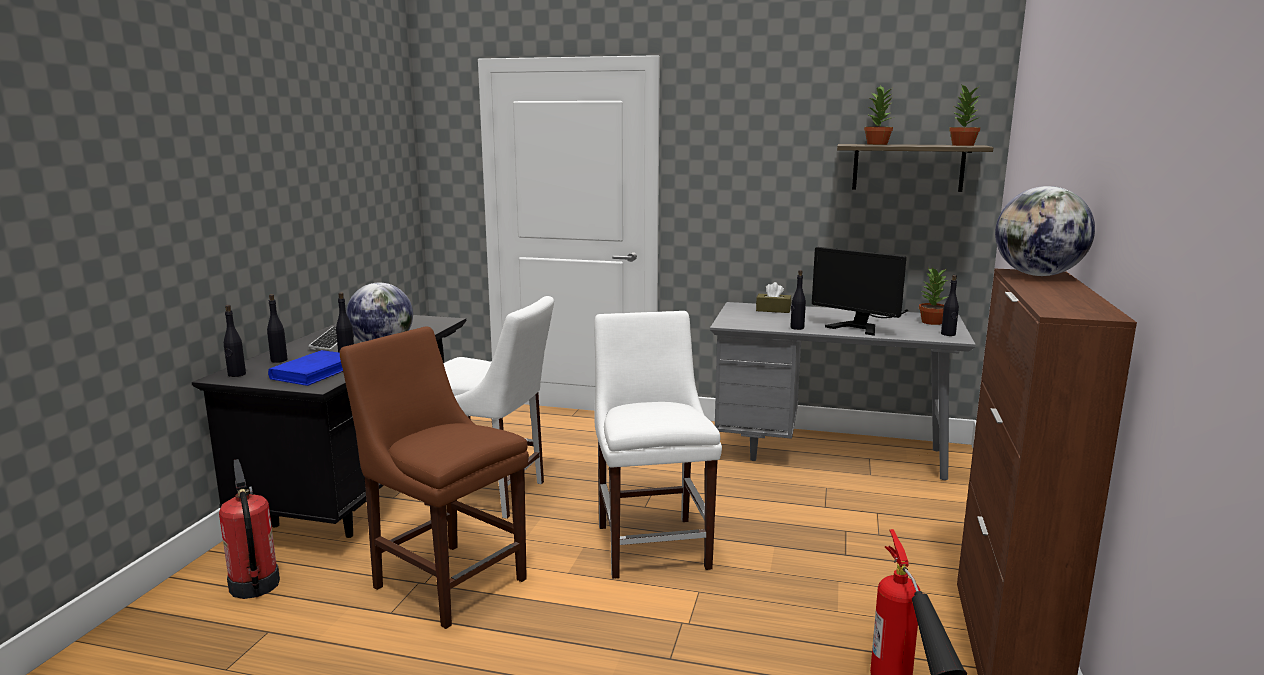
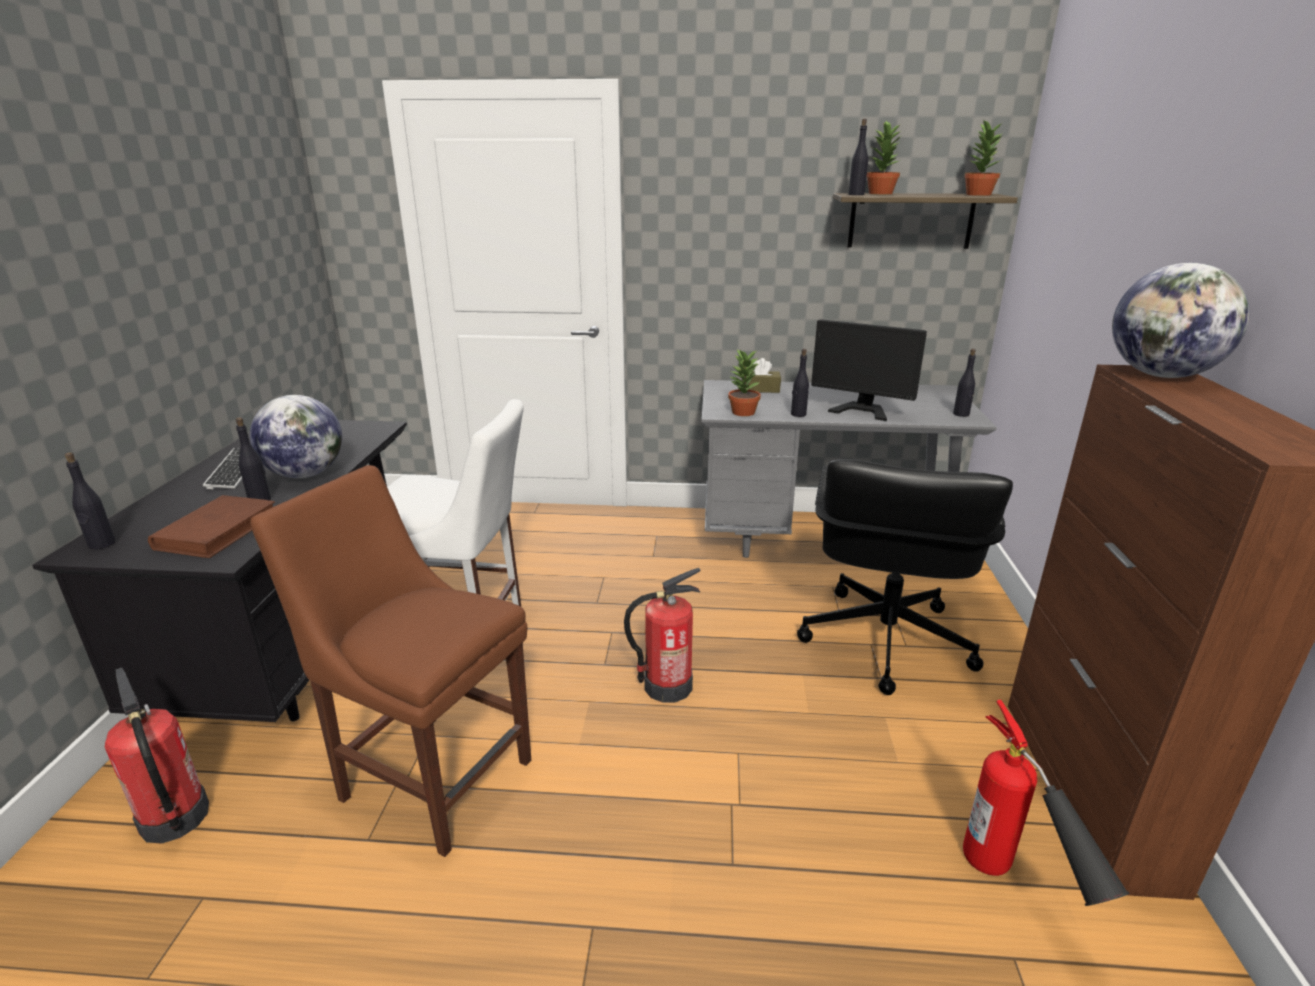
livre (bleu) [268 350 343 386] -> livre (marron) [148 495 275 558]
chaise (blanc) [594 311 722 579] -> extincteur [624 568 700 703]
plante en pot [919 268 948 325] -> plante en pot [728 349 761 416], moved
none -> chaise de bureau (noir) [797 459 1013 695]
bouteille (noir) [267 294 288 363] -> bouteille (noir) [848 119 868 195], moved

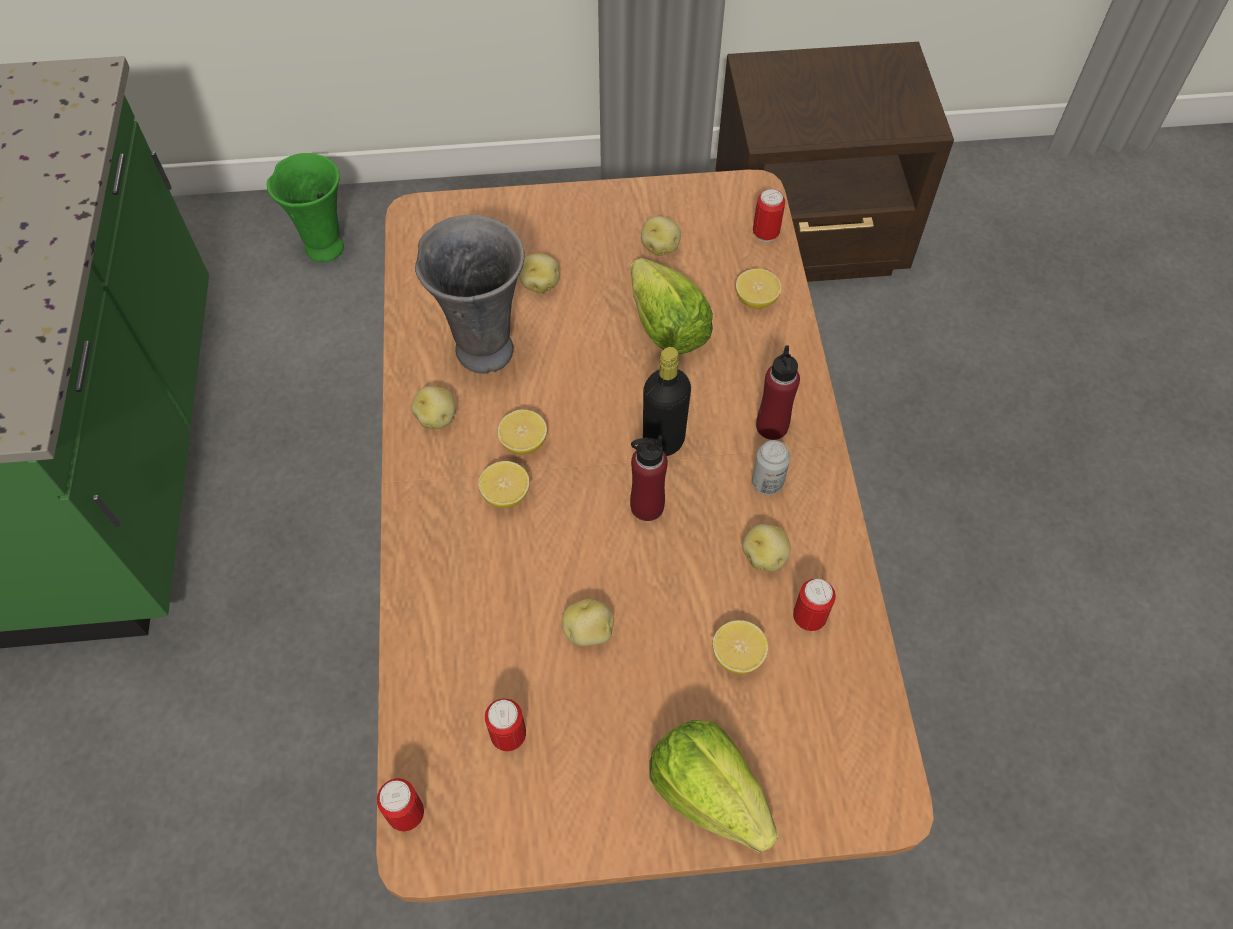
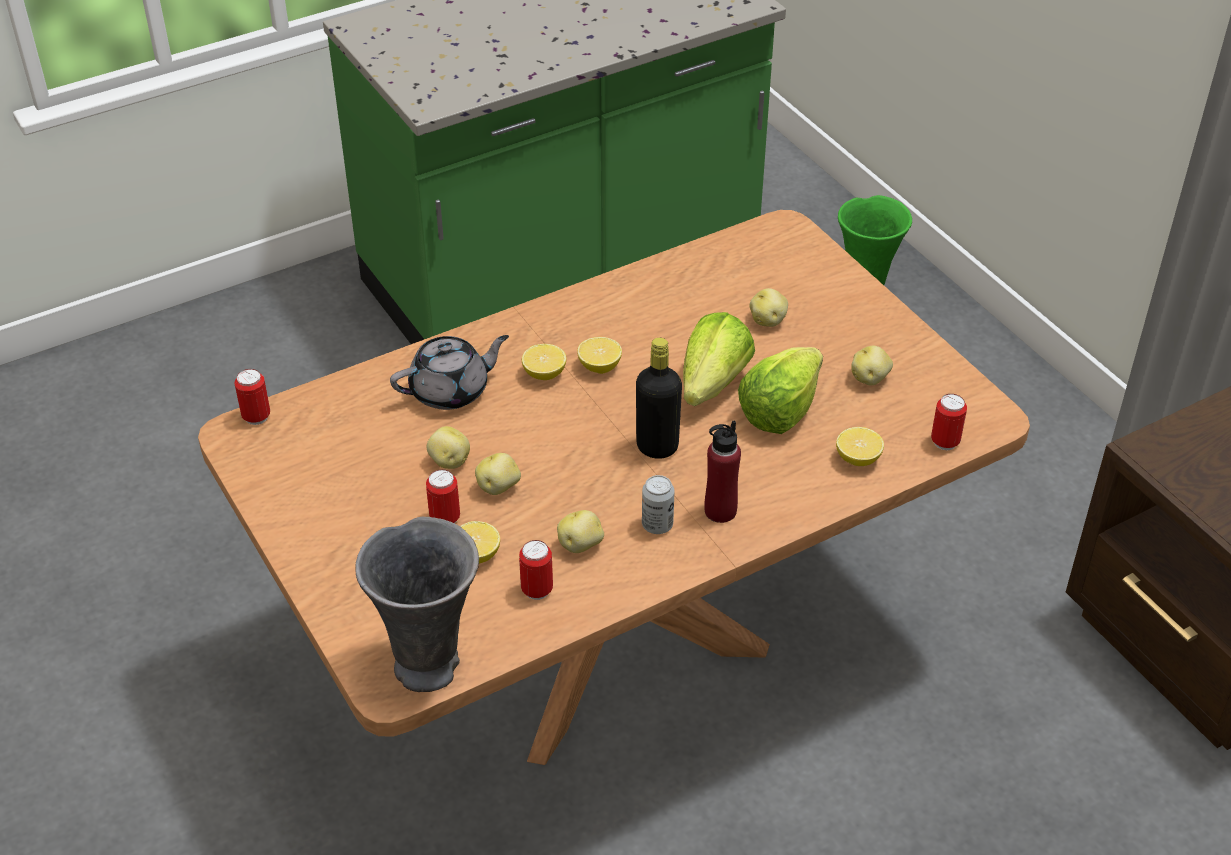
vase (gris) [415 214 525 374] -> vase (gris) [356 517 479 692], moved
none -> théière (gris) [390 335 509 410]
boîte métallique [485 698 526 751] -> boîte métallique [426 469 460 523], moved
pomme de terre [411 386 455 429] -> pomme de terre [475 453 521 495], moved
laitue [649 720 778 853] -> laitue [683 312 755 406], moved
bouteille (rouge) [630 435 668 521] -> none

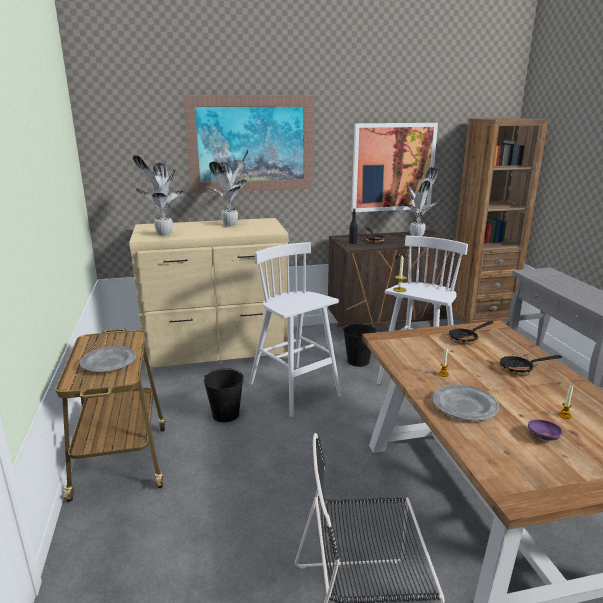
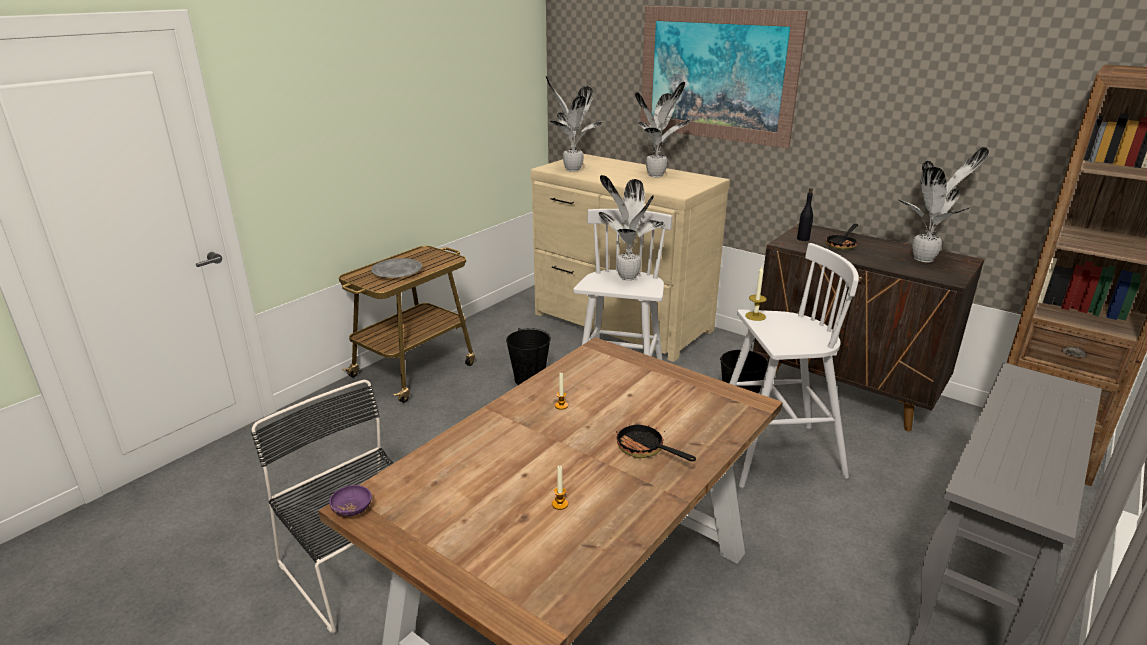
bol (violet) [528 419 563 440] -> bol (violet) [329 485 372 516], moved
none -> plante en pot [598 175 664 280]
tableau [351 123 438 212] -> none
assiette (gris) [432 384 499 421] -> none
poêle [449 321 494 345] -> none

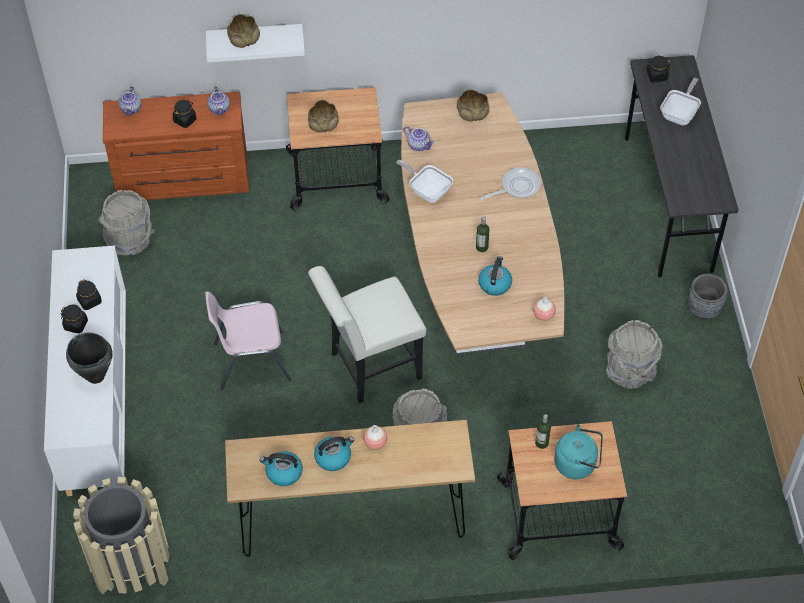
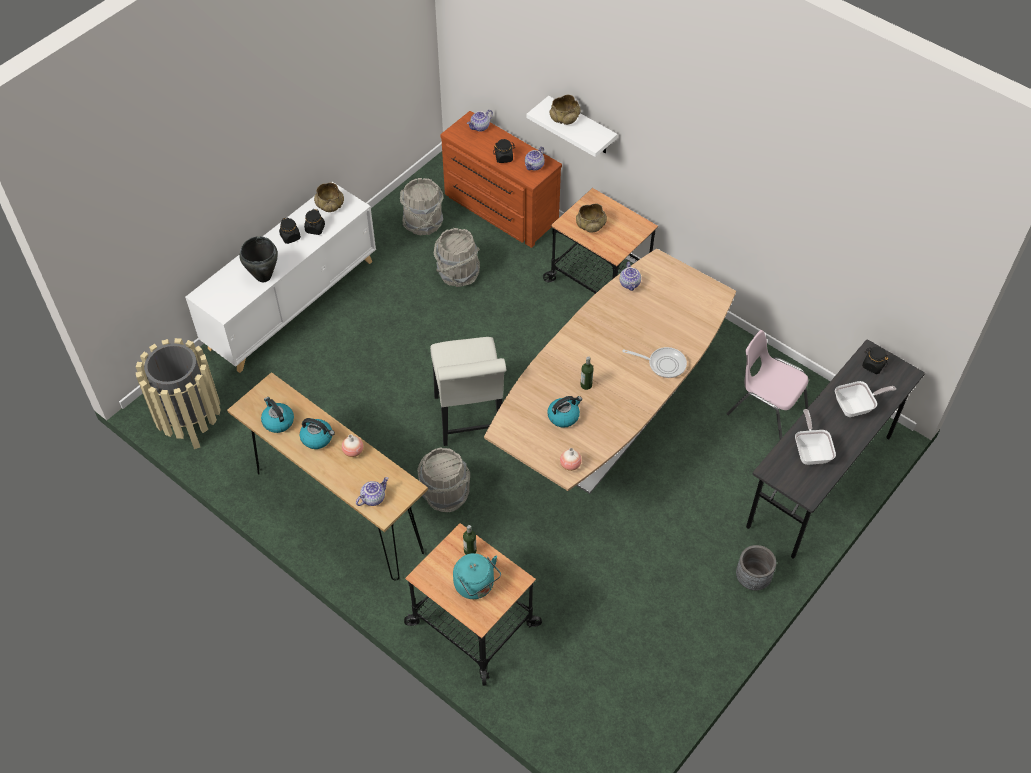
bol (beige) [457 89 490 122] -> bol (beige) [314 182 344 212], moved
none -> théière [356 477 389 506]
chaise (blanc) [308 266 426 403] -> chaise (blanc) [430 337 506 446], 120 degrees counterclockwise
seau (gris) [606 320 663 389] -> seau (gris) [434 228 480 287], moved
chaise (rose) [205 291 292 390] -> chaise (rose) [726 330 808 440], moved
poêle [396 160 453 203] -> poêle [795 409 836 465], moved

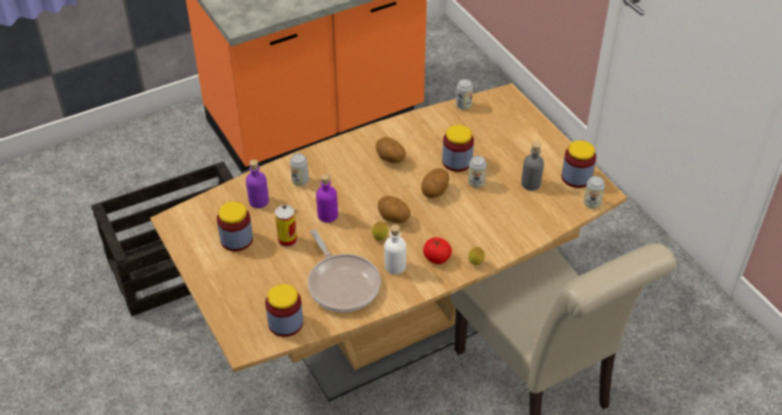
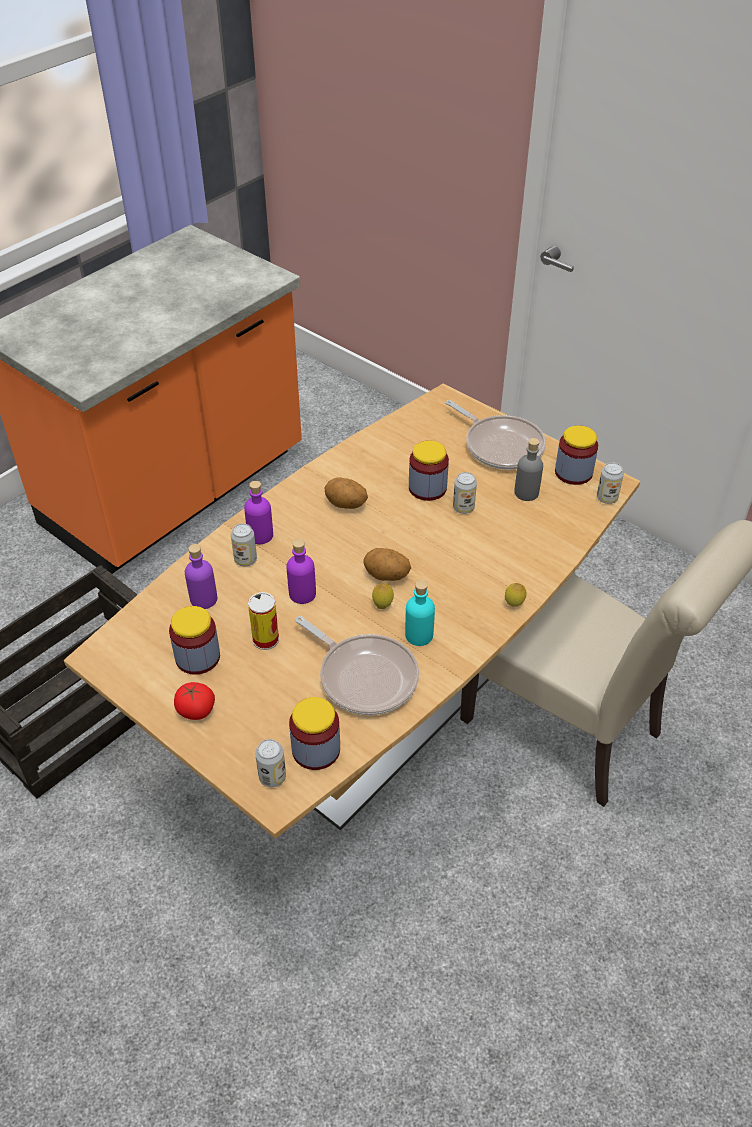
tomate [423 237 452 264] -> tomate [174 682 215 720], moved
none -> bouteille (violet) [244 481 273 544]
boîte métallique [456 79 473 110] -> boîte métallique [255 739 286 787], moved
bouteille (blanc) [384 225 406 274] -> bouteille (turquoise) [405 580 435 646]
none -> poêle [446 400 546 470]
pomme de terre [421 168 449 198] -> none

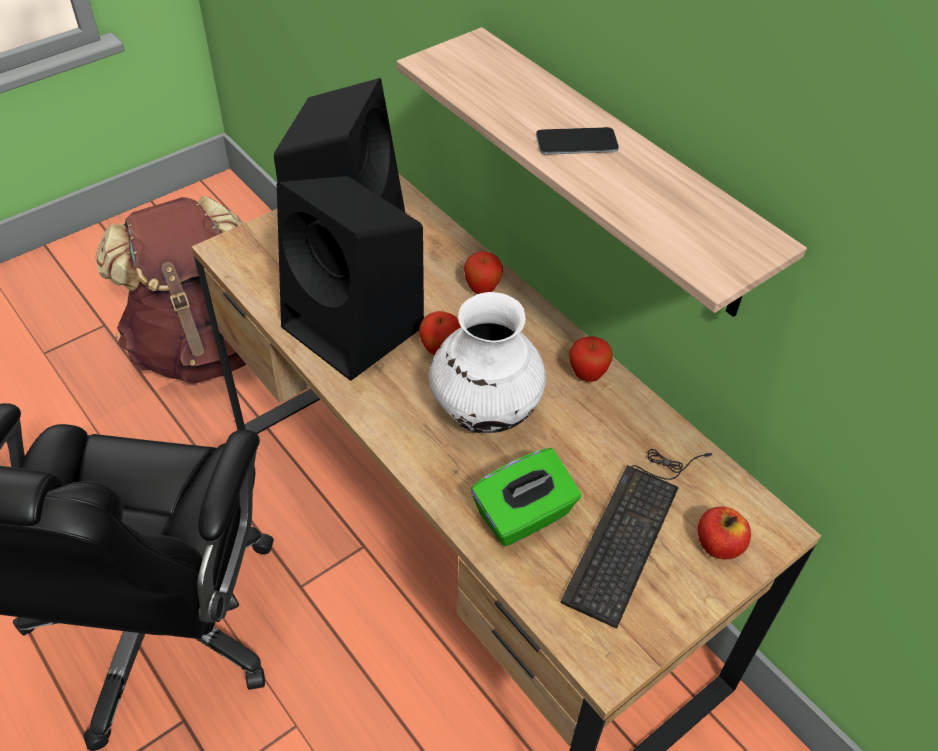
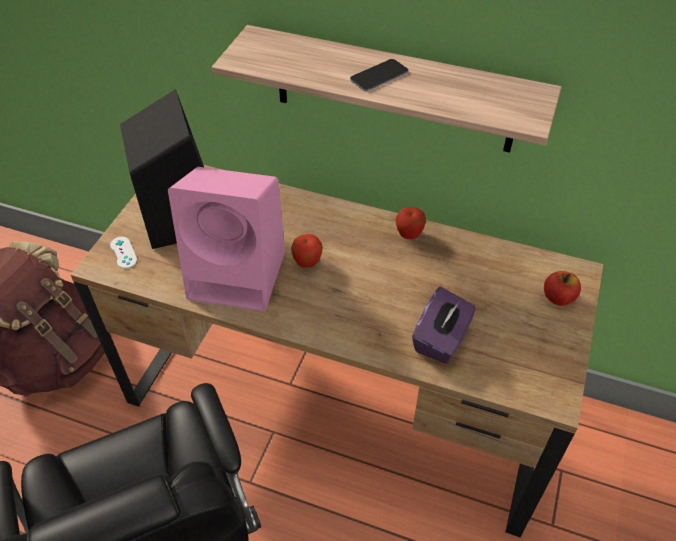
none -> manette (blanc) [110 237 137 269]
enceinte (noir) [277 176 424 381] -> enceinte (rose) [168 167 285 311]
boîte à mouchoirs (vert) [471 448 582 546] -> boîte à mouchoirs (violet) [412 287 476 364]
vase (blanc) [429 292 546 433] -> none
pomme [464 251 503 294] -> none
clavier [560 449 712 629] -> none

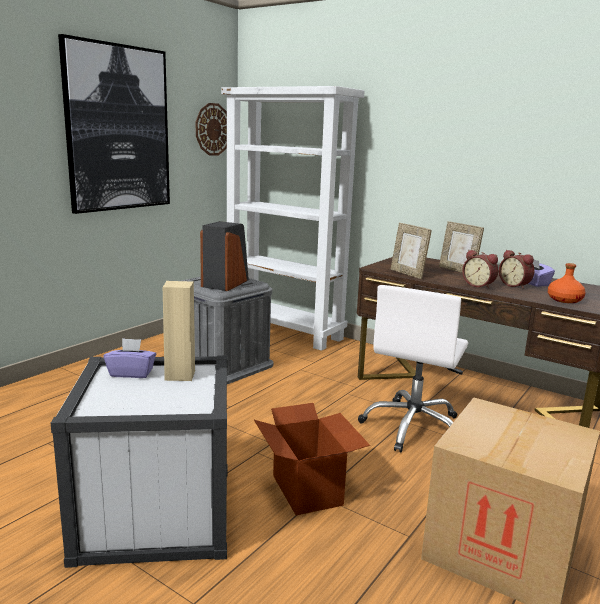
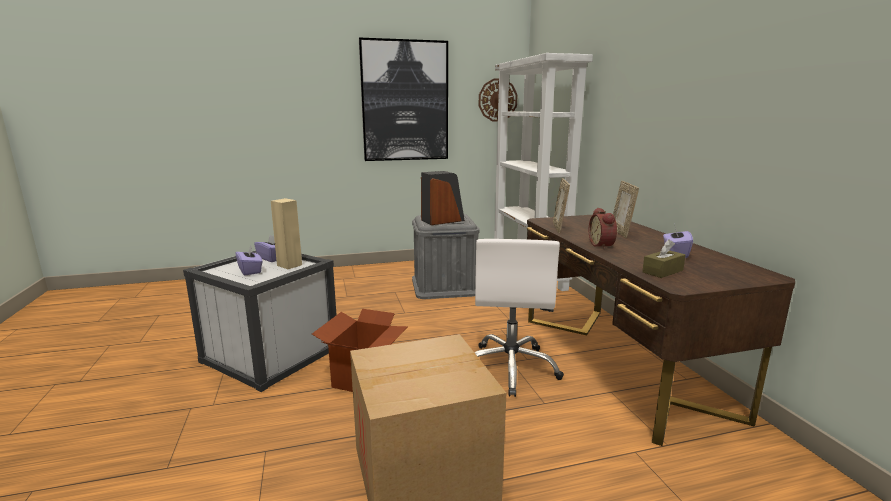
none -> boîte à mouchoirs (violet) [235 245 263 275]
chaise de bureau (blanc) [358 285 468 452] -> chaise de bureau (blanc) [474 239 564 397], 60 degrees counterclockwise
bouteille (orange) [548 263 586 303] -> boîte à mouchoirs (marron) [642 240 686 278]
réveil [499 250 534 289] -> none

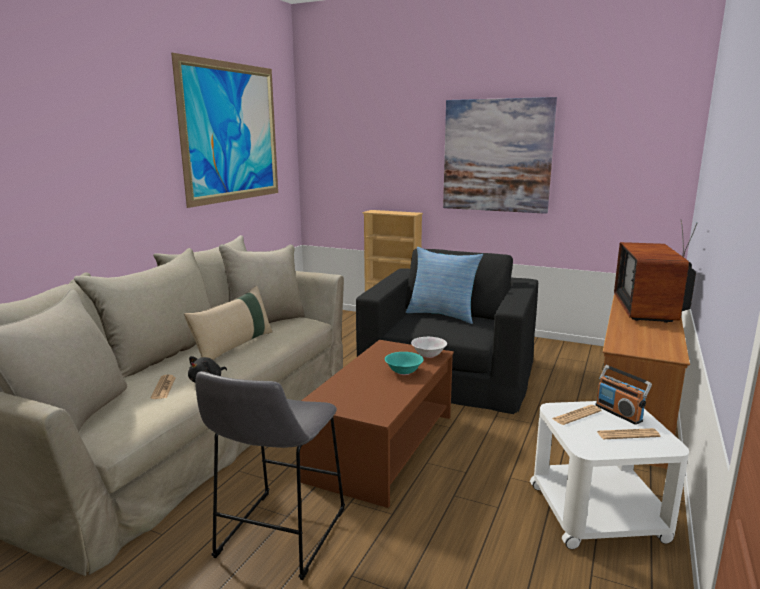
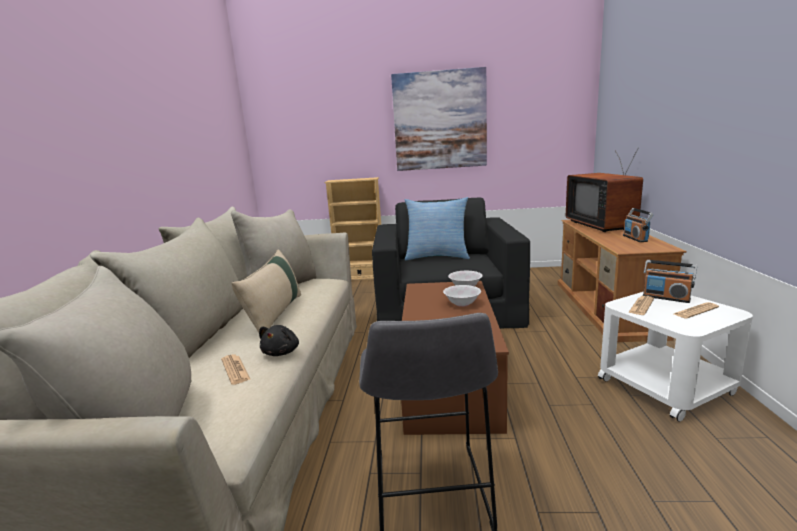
bol (turquoise) [385 352 424 375] -> bol (blanc) [443 285 481 307]
none -> radio [623 208 654 242]
tableau [171 53 278 208] -> none

